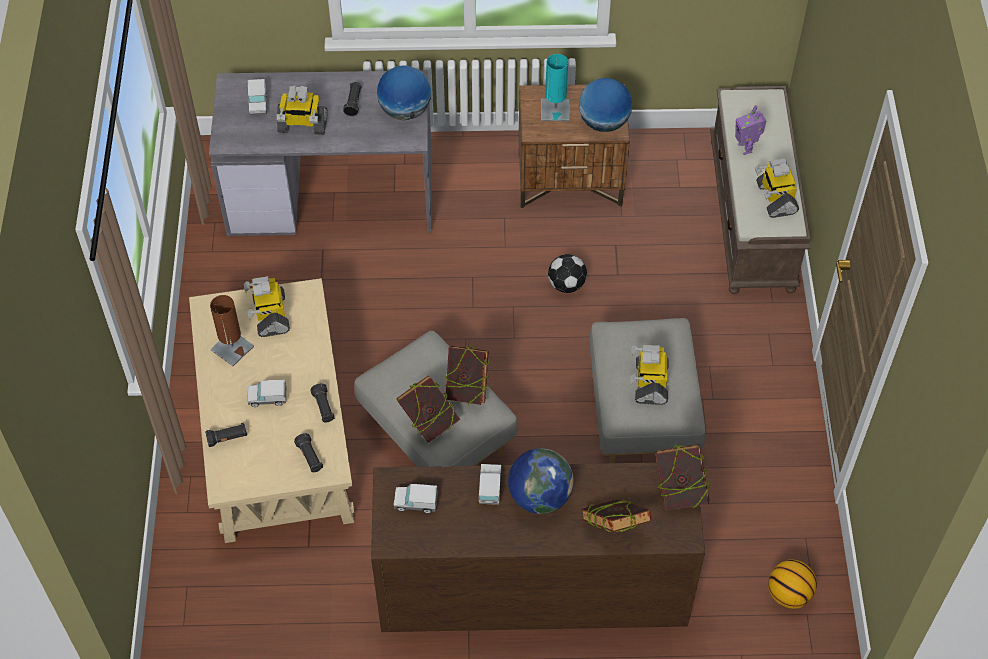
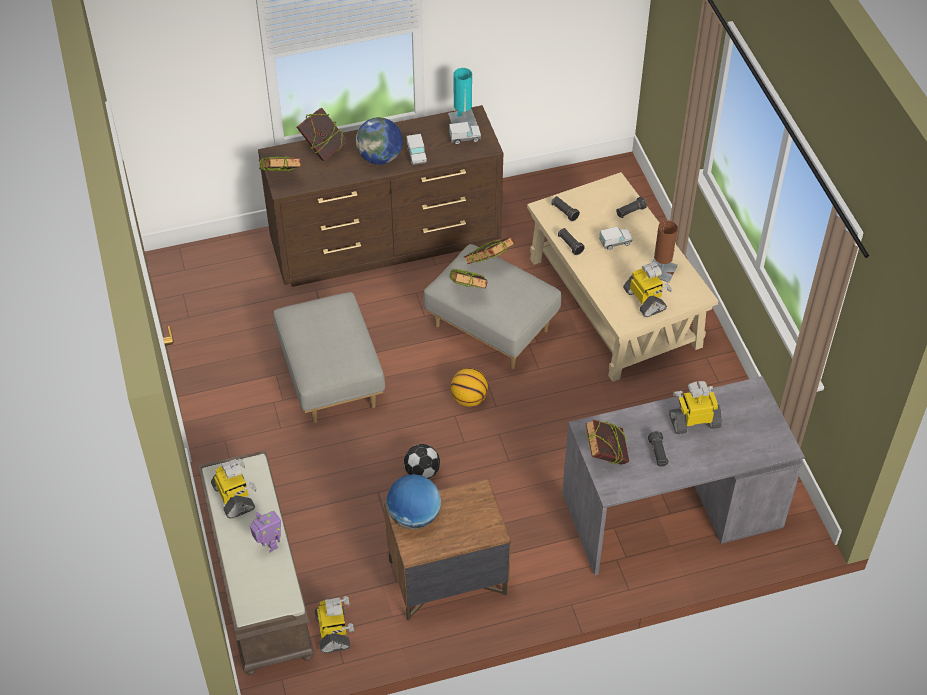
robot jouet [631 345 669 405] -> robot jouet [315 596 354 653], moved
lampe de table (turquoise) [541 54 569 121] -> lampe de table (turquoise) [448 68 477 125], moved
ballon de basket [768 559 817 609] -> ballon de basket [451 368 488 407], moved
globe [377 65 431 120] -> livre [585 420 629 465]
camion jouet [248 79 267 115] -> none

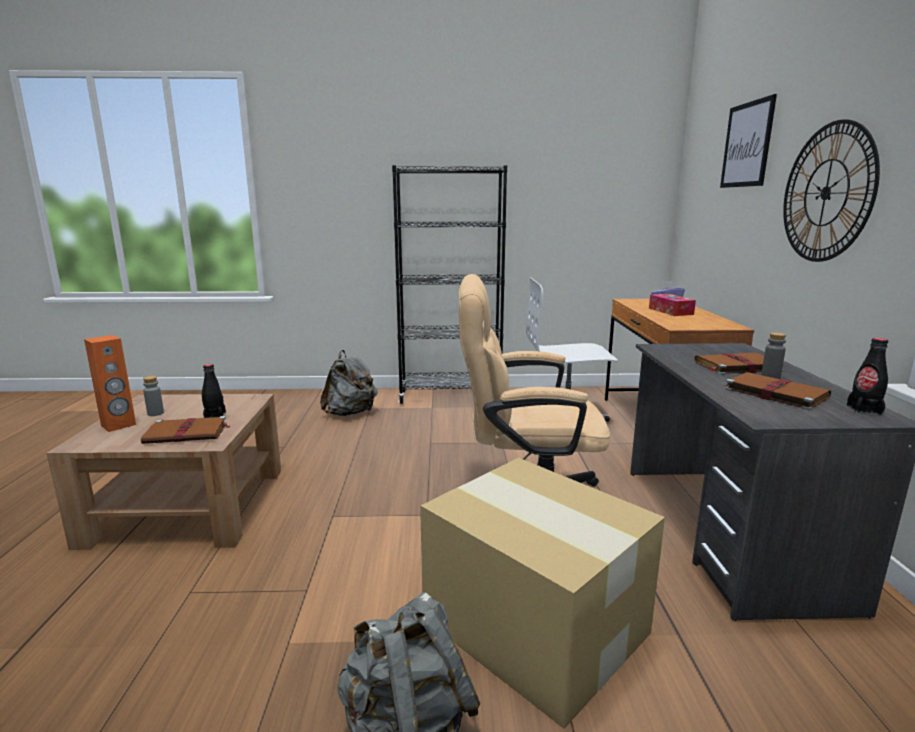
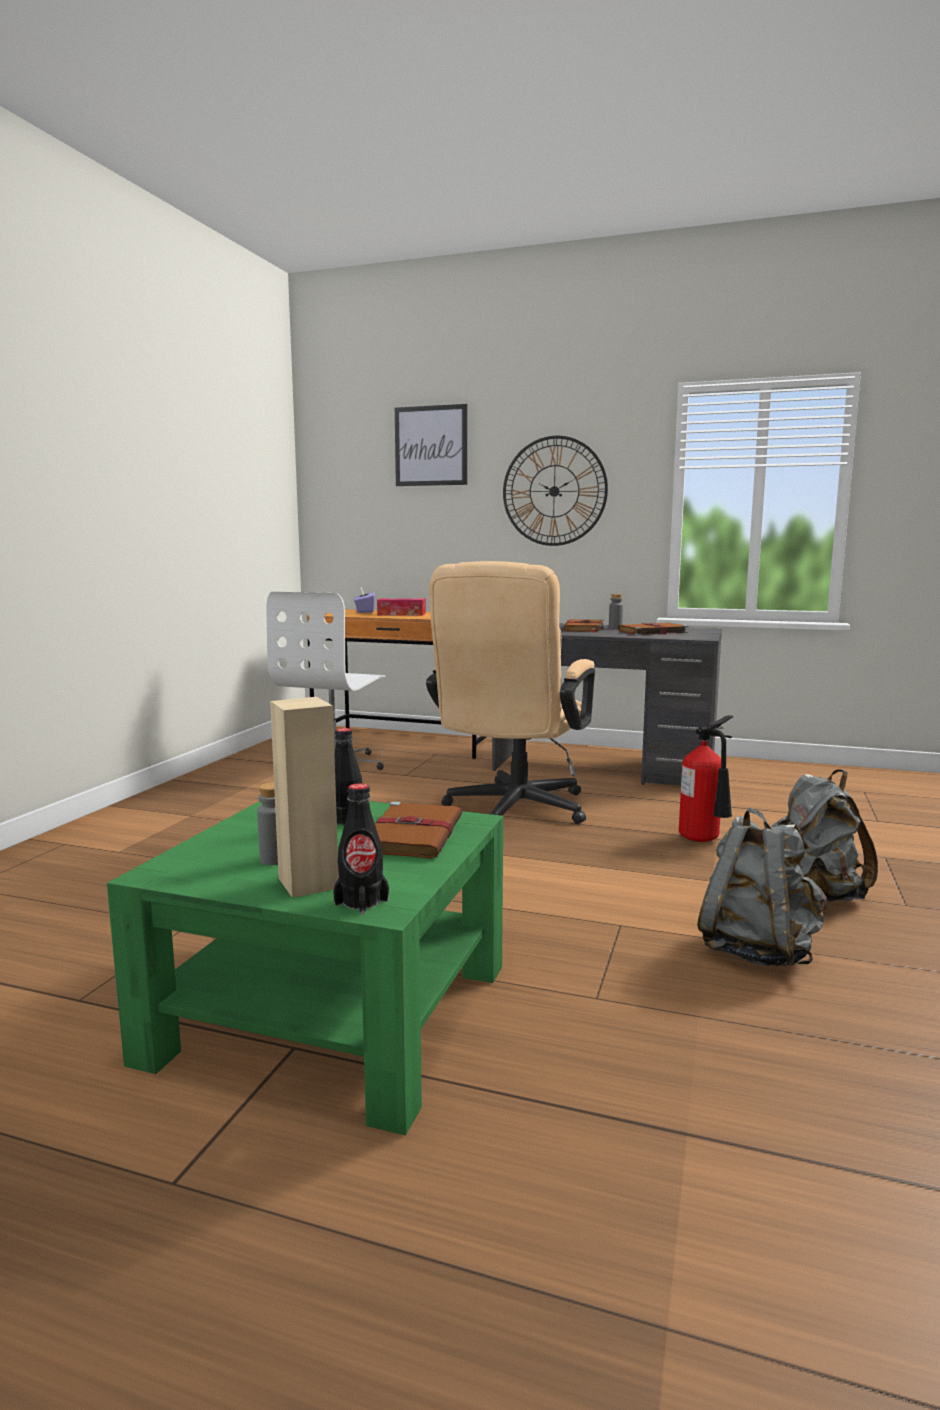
table basse (marron) [46 394 281 550] -> table basse (vert) [107 801 503 1136]
enceinte (orange) [84 335 136 432] -> enceinte (beige) [270 697 339 898]
bouteille (noir) [847 338 888 415] -> bouteille (noir) [333 783 389 914], moved
carton [420 458 665 729] -> extincteur [679 715 733 842]
sac à dos (gris) [320 350 378 416] -> sac à dos (gris) [697 808 827 966], moved
bibliothèque (noir) [392 165 507 404] -> none

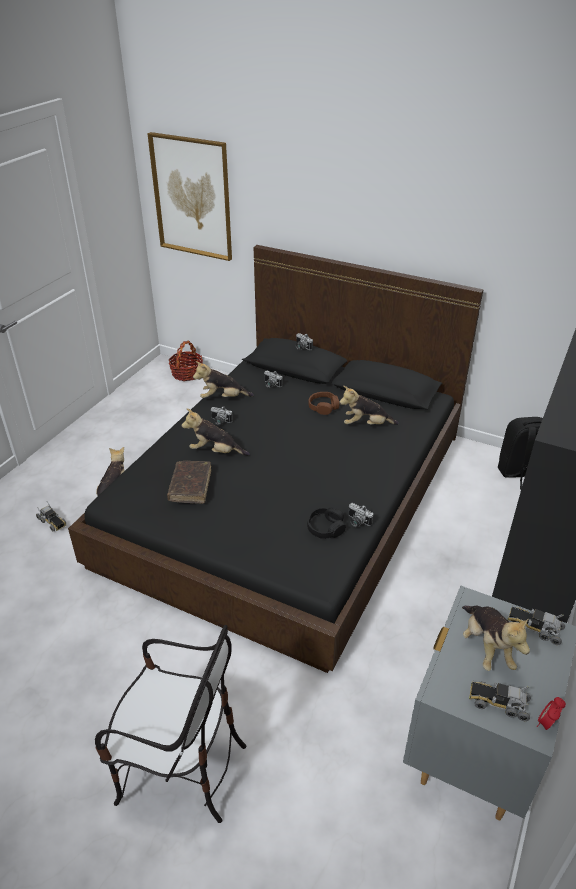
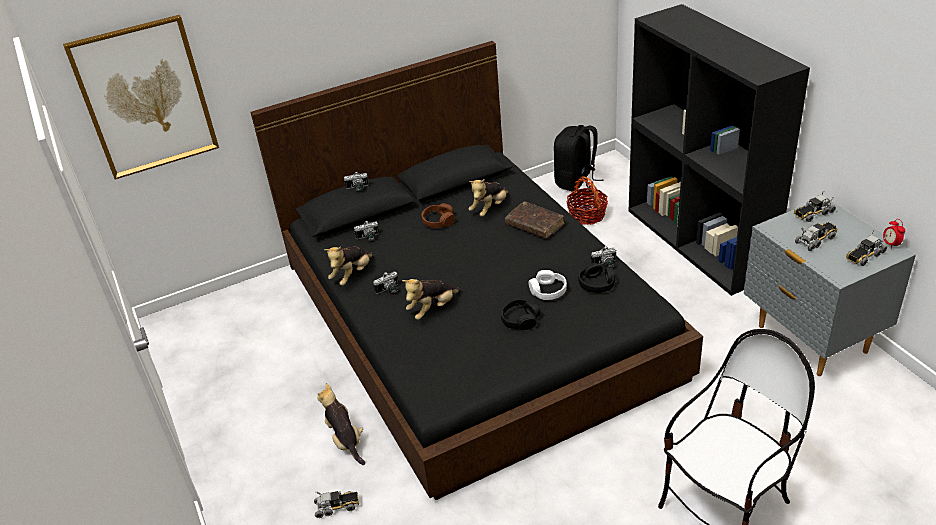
none -> casque audio (noir) [501 299 541 330]
livre (marron) [167 461 211 504] -> livre (marron) [505 201 564 239], moved
none -> casque audio (blanc) [528 270 567 300]
panier [169 340 203 381] -> panier [566 176 608 225], moved
peluche [462 606 530 671] -> camion jouet [795 222 837 251]

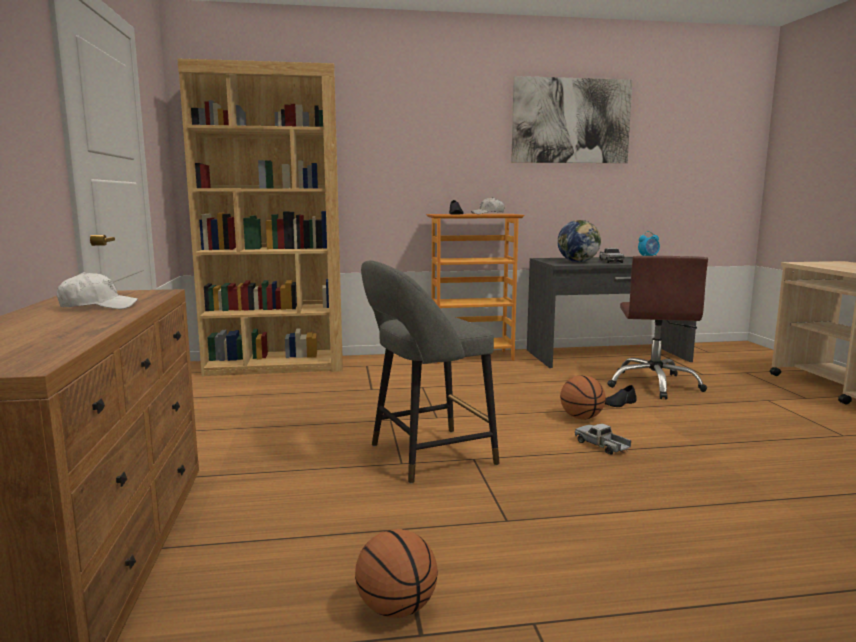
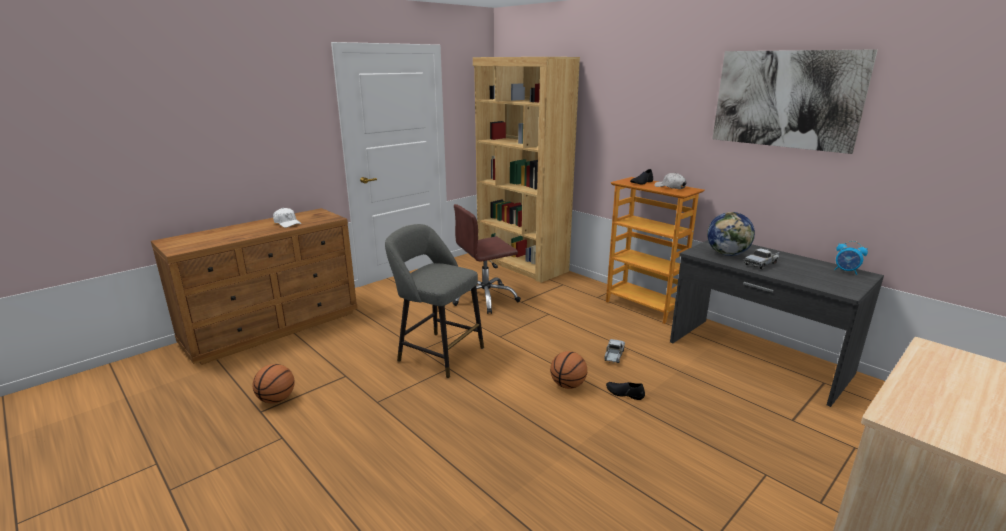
chaise de bureau (marron) [607 256 708 399] -> chaise de bureau (marron) [452 204 521 314], moved
camion jouet [575 424 631 455] -> camion jouet [604 339 625 363], moved

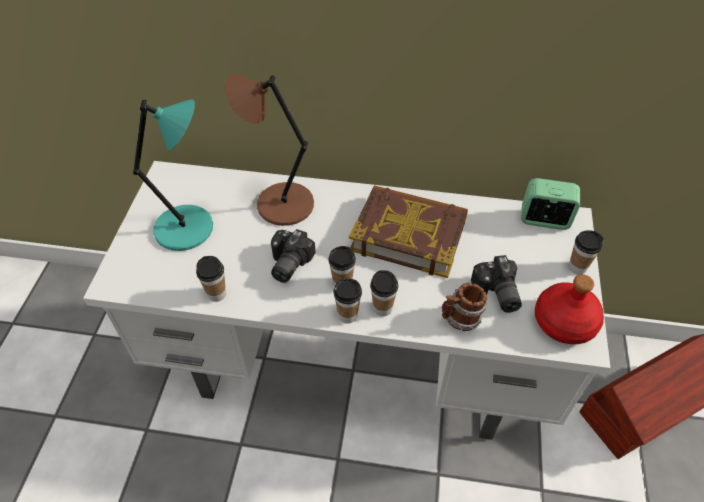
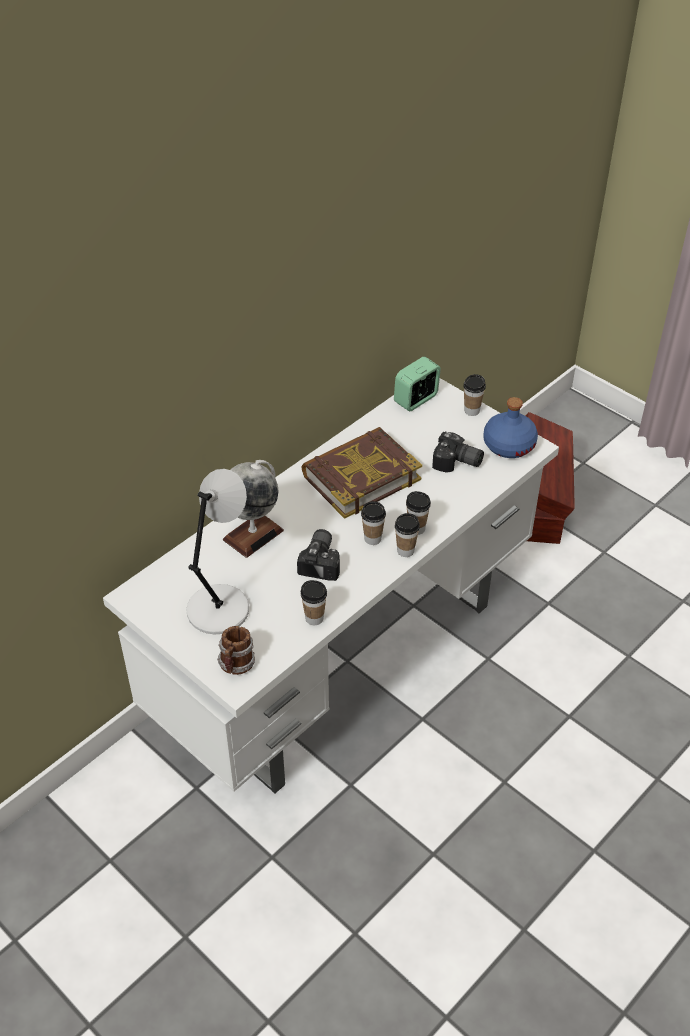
lampe de table (turquoise) [133 99 213 251] -> lampe de table (gris) [186 469 249 634]
mug [442 283 487 331] -> mug [217 626 255 675], moved
lampe de table (marron) [225 74 314 226] -> globe [223 460 284 558]
appareil photo [271 229 316 283] -> appareil photo [297 529 340 581], 135 degrees counterclockwise
bouteille (rouge) [535 274 604 344] -> bouteille (bleu) [483 397 538 458]

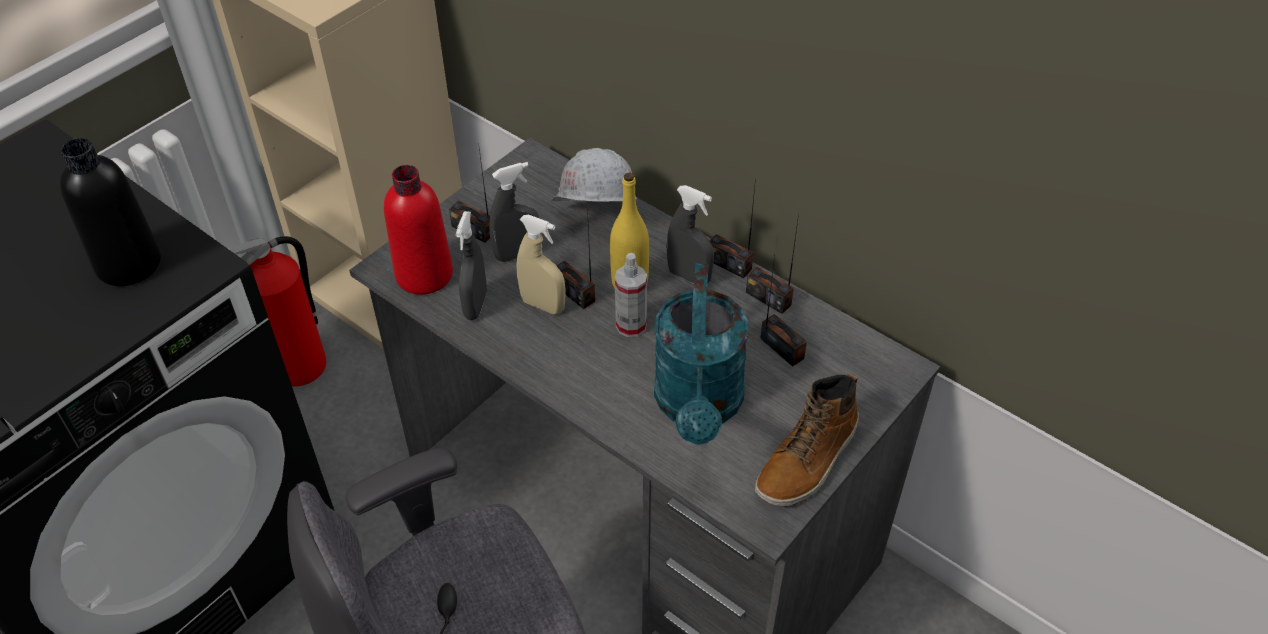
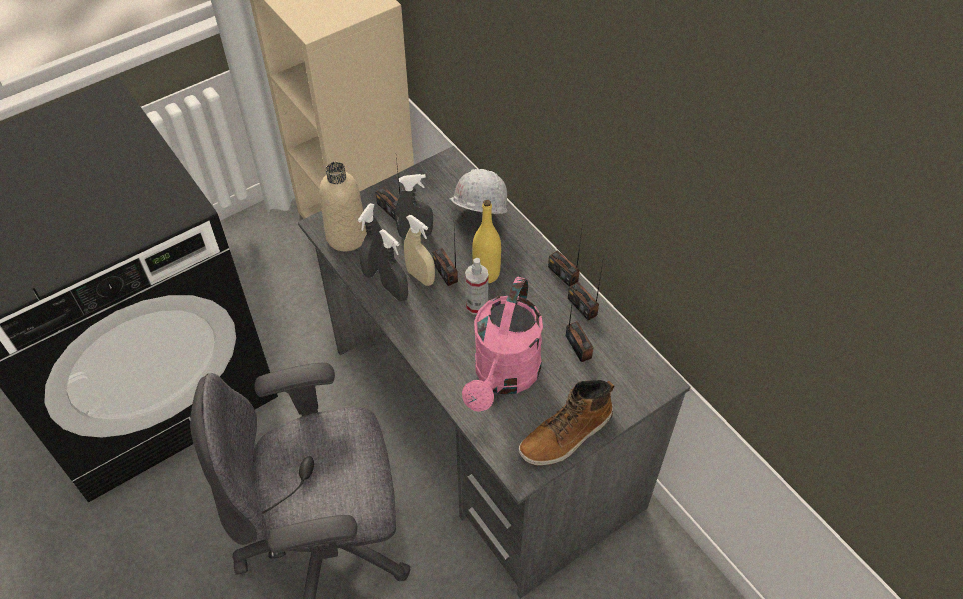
bouteille (rouge) [384 165 453 295] -> bouteille (beige) [319 162 367 251]
vaporisateur (gris) [666 185 714 284] -> vaporisateur (gris) [378 229 408 301], moved
arrosoir (turquoise) [654 263 748 445] -> arrosoir (rose) [462 277 543 412]
bouteille (noir) [60 138 161 286] -> none
extincteur [227 236 327 387] -> none

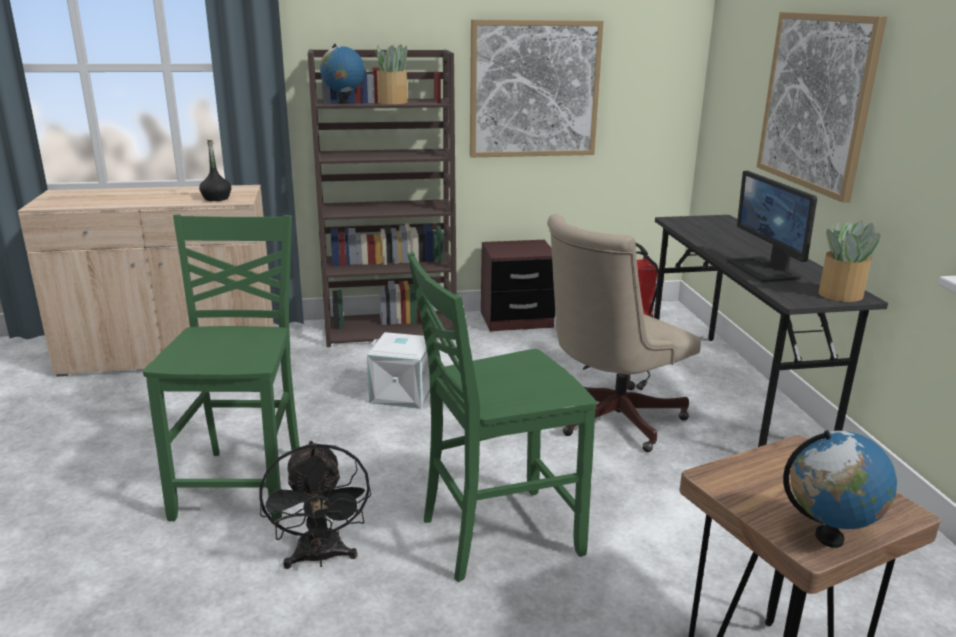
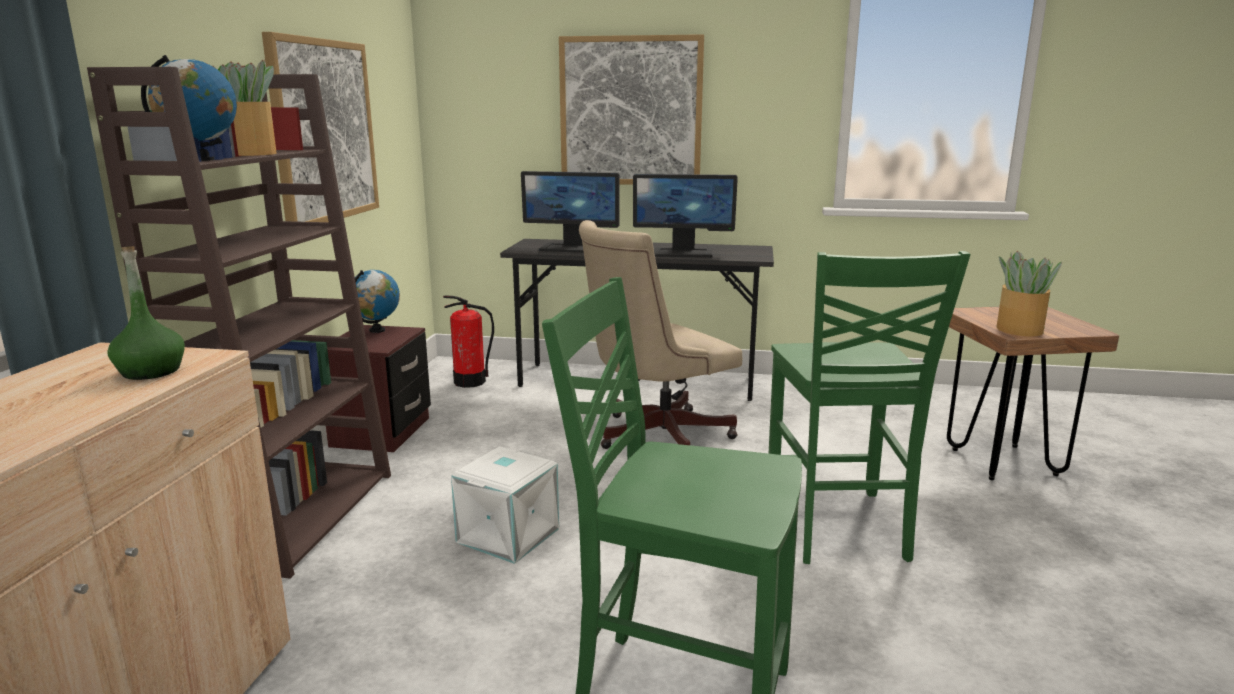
bouteille (noir) [199 140 231 201] -> bouteille (vert) [108 246 185 380]
globe [783 430 897 548] -> globe [355 270 400 333], moved
none -> écran d'ordinateur [521 171 619 253]
chaise de bureau (beige) [547 214 701 452] -> chaise de bureau (beige) [579 220 742 449], 75 degrees clockwise
plante en pot [819 221 881 302] -> plante en pot [997 251 1062 337], moved
ventilateur (noir) [259 441 371 569] -> none

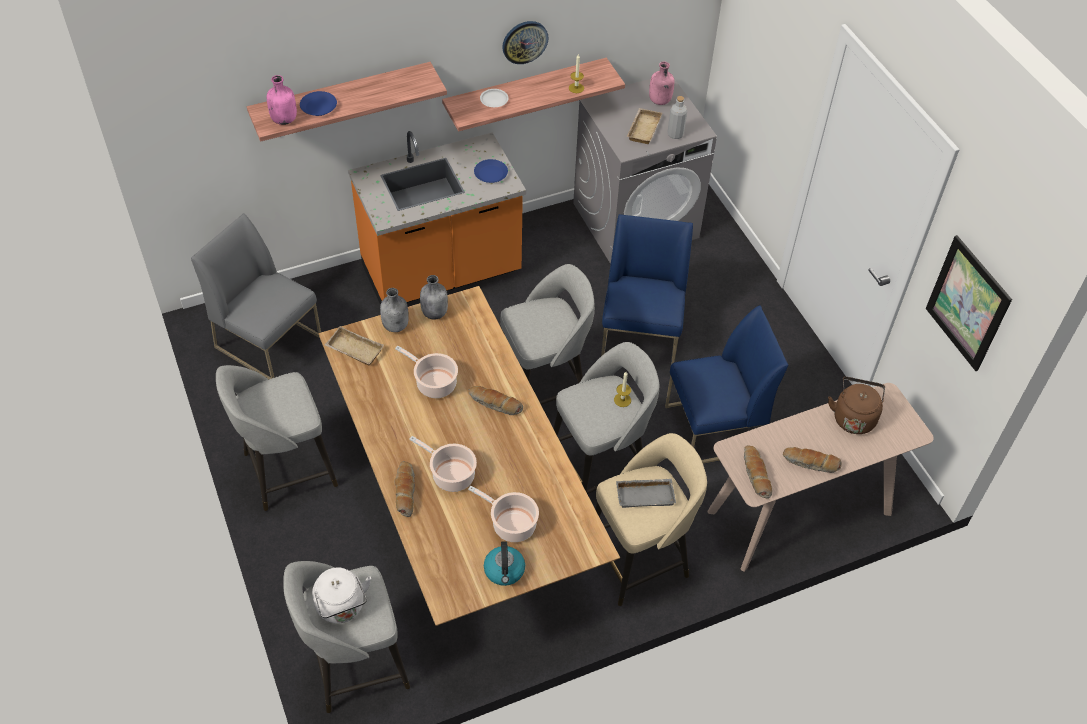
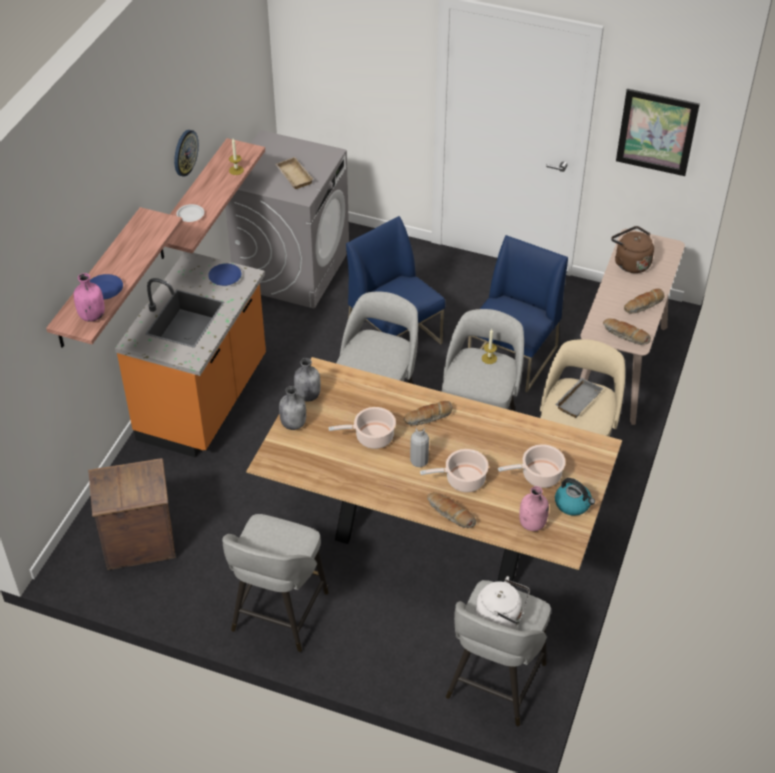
chaise (gris) [191 213 321 380] -> caisse [88 458 176 570]
bouteille (gris) [667 96 687 139] -> bouteille (gris) [410 425 429 467], moved
bouteille (rose) [649 61 674 105] -> bouteille (rose) [519 486 549 531], moved
plateau (beige) [325 326 384 365] -> none

